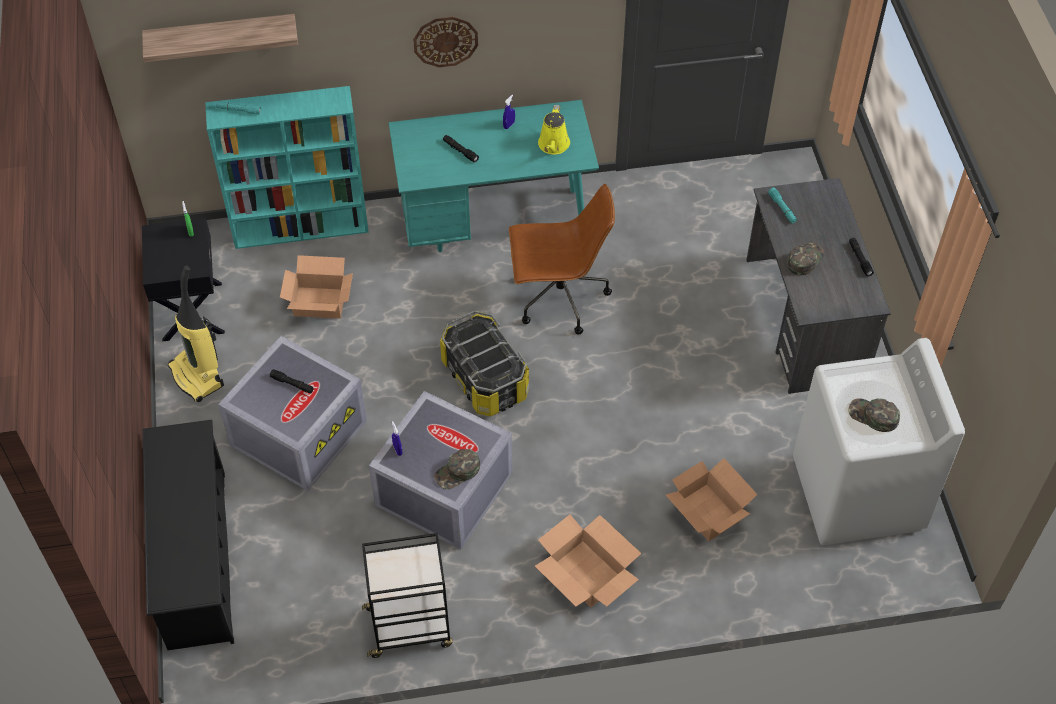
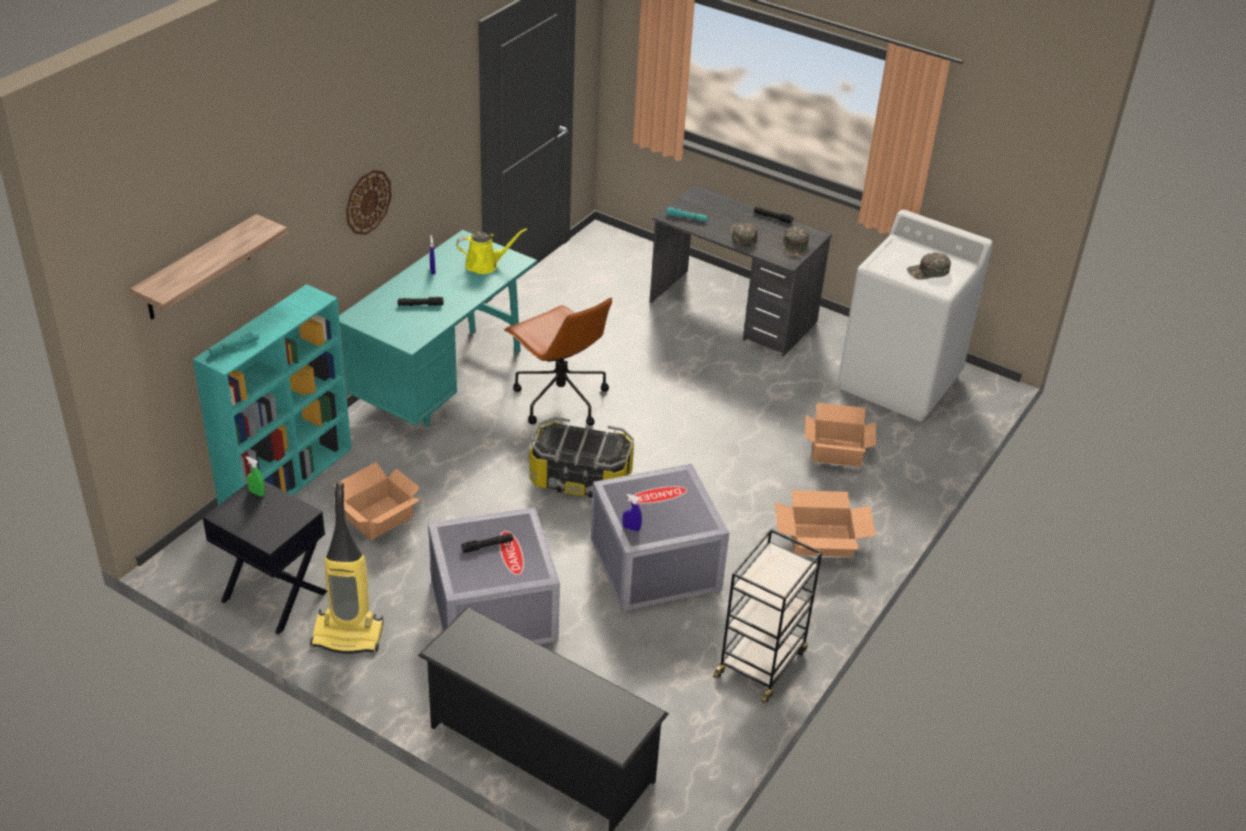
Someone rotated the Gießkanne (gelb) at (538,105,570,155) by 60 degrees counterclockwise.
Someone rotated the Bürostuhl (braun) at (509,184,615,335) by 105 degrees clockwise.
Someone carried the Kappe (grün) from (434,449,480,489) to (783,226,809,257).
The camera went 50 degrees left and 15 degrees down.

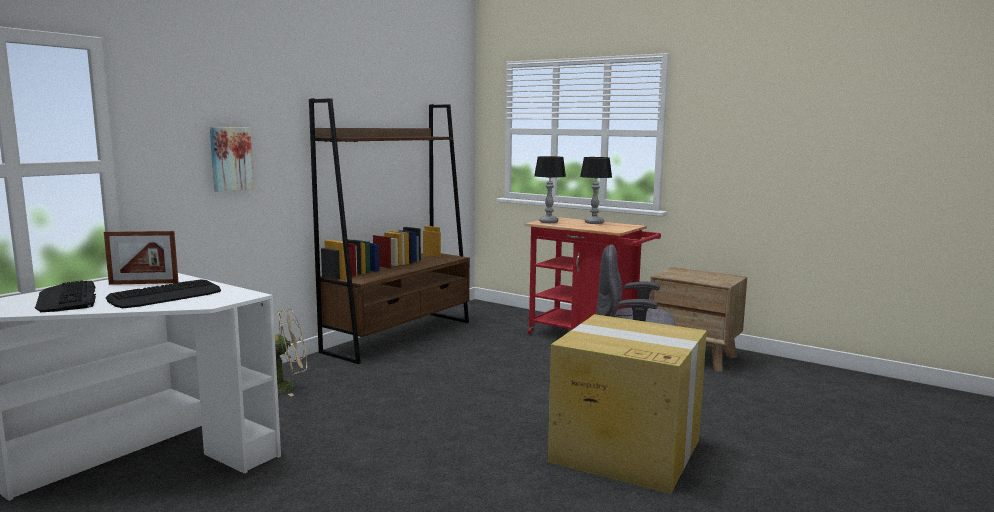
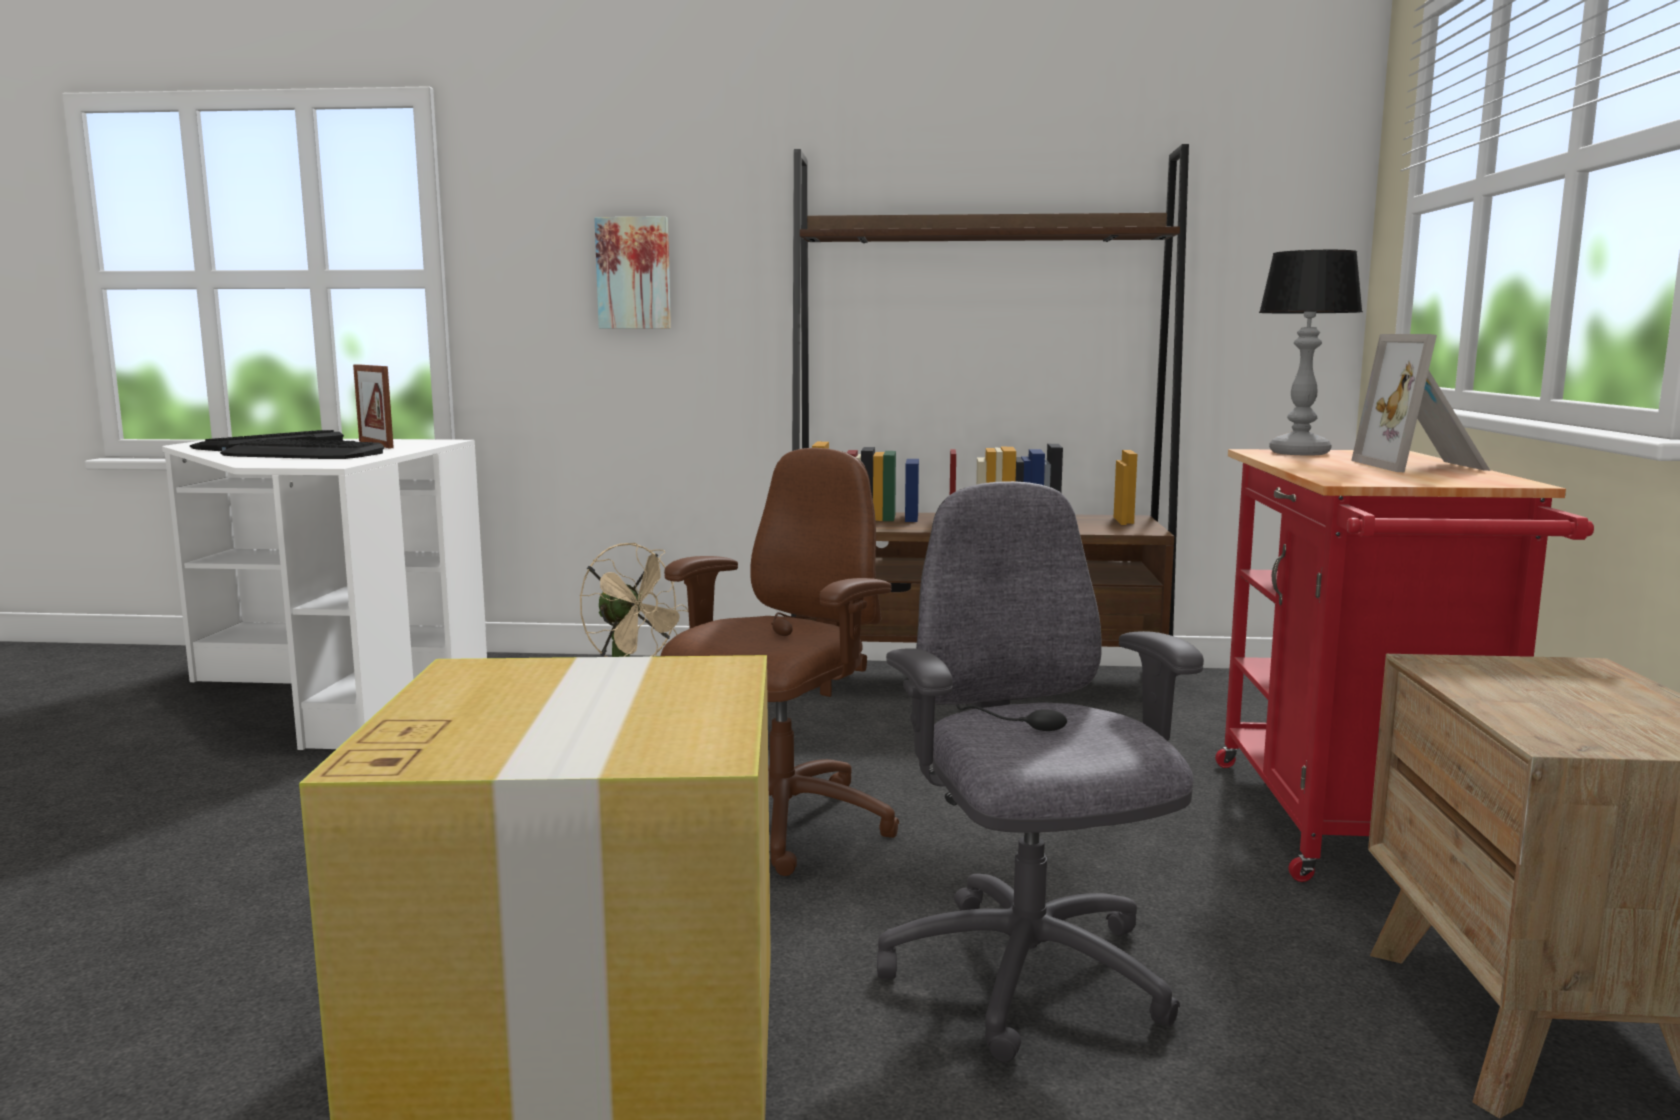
Someone swapped the Tischlampe at (580,157,612,224) for the Bilderrahmen at (1351,334,1490,472).
Someone put down the Bürostuhl (braun) at (661,448,899,876).
The camera went 60 degrees right and 0 degrees up.

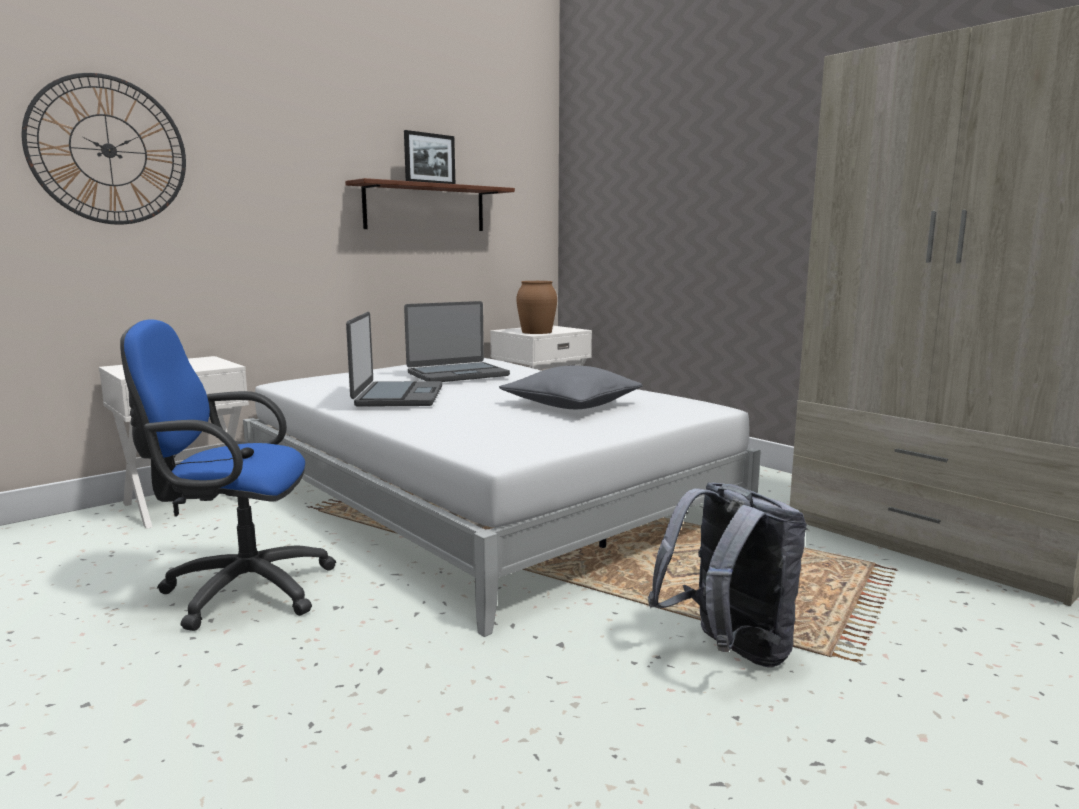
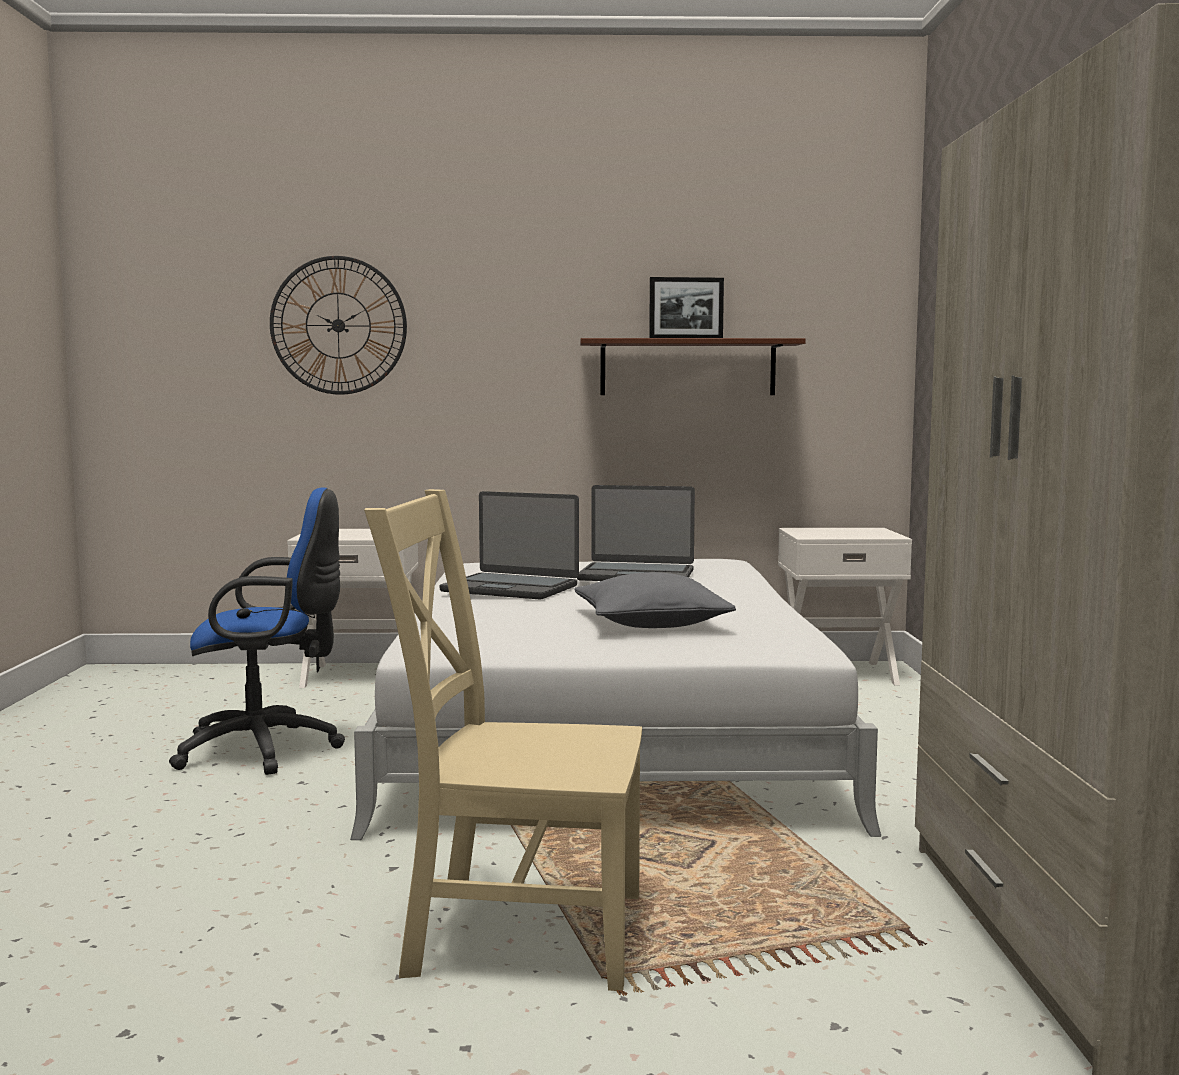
Someone took away the Vase (braun) at (516,281,557,334).
Someone rotated the Laptop at (346,312,442,407) by 75 degrees clockwise.
Someone rotated the Bürostuhl (blau) at (120,319,336,631) by 135 degrees clockwise.
Someone swapped the Rucksack (grau) at (648,482,807,667) for the Stuhl (beige) at (364,489,642,991).
The camera went 40 degrees right and 5 degrees down.

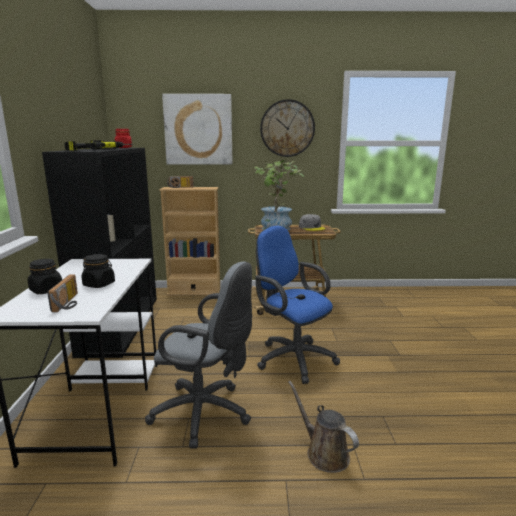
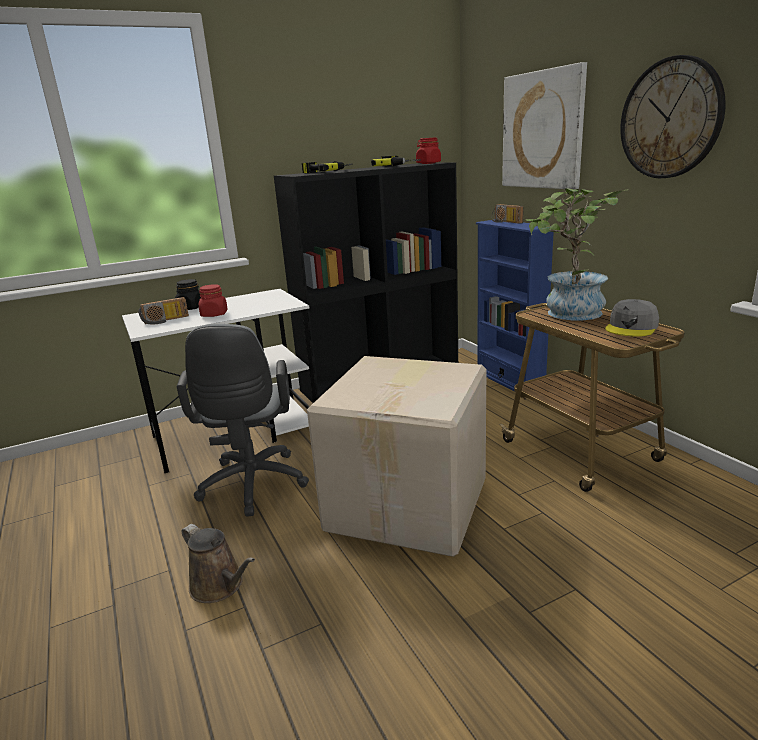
Someone repainted the Bücherregal (beige) at (159,187,221,295), which became the Bücherregal (blau) at (476,220,554,392).
Someone swapped the Bürostuhl (blau) at (255,226,340,384) for the Karton at (307,356,487,557).
Someone repainted the Vorratsglas (schwarz) at (82,254,115,288), which became the Vorratsglas (rot) at (199,284,228,317).
Someone rotated the Gießkanne (braun) at (288,381,359,473) by 105 degrees clockwise.
The camera went 65 degrees right and 5 degrees up.

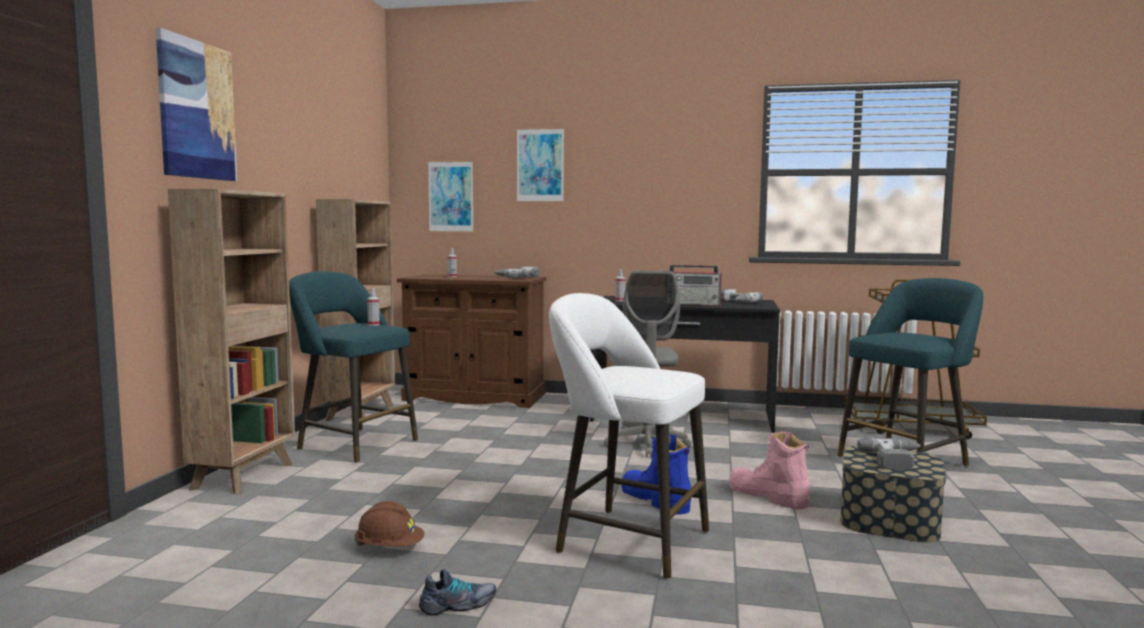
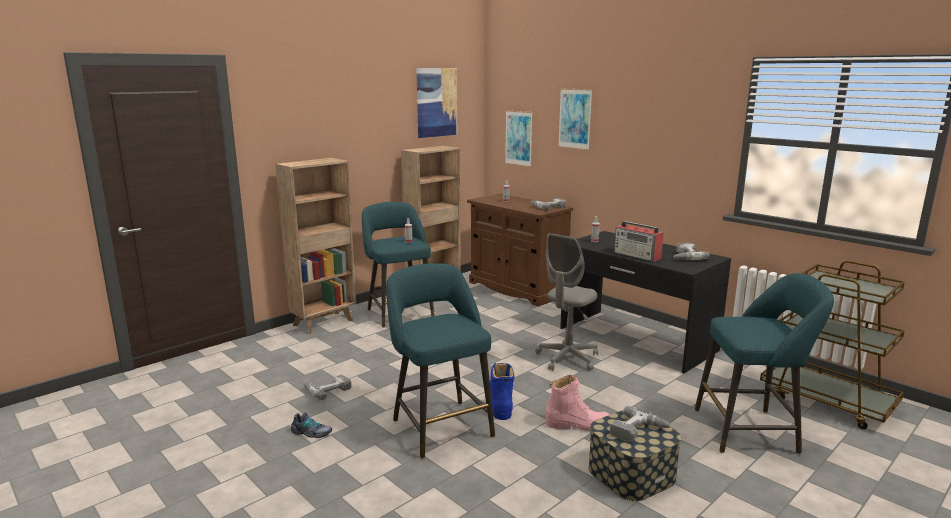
Someone carried the Bild from (156,28,237,181) to (416,68,457,138).
Someone repainted the Hocker (weiß) at (549,293,709,580), which became the Hocker (türkis) at (386,263,495,459).
Someone rotated the Stiefel (rosa) at (729,432,810,509) by 105 degrees clockwise.
Someone swapped the Schutzhelm (braun) at (354,501,425,546) for the Bohrmaschine at (303,374,351,400).
The camera went 35 degrees right and 10 degrees up.

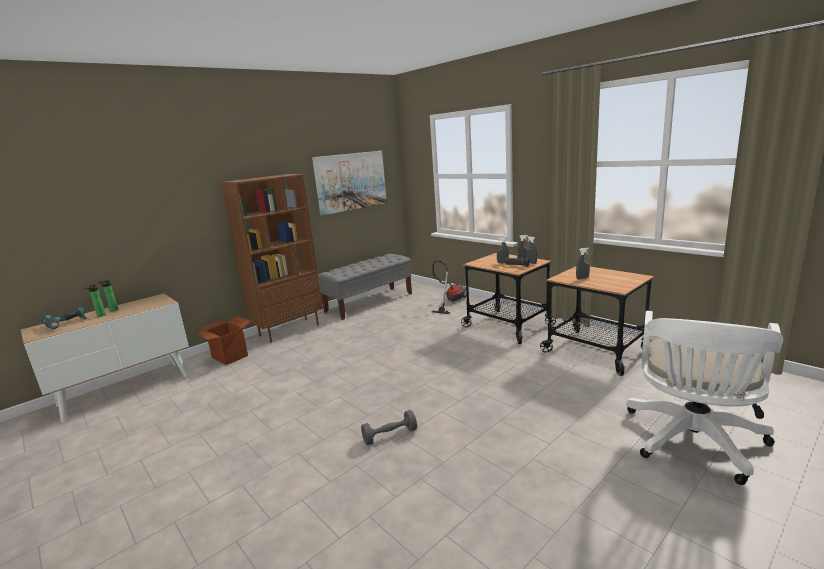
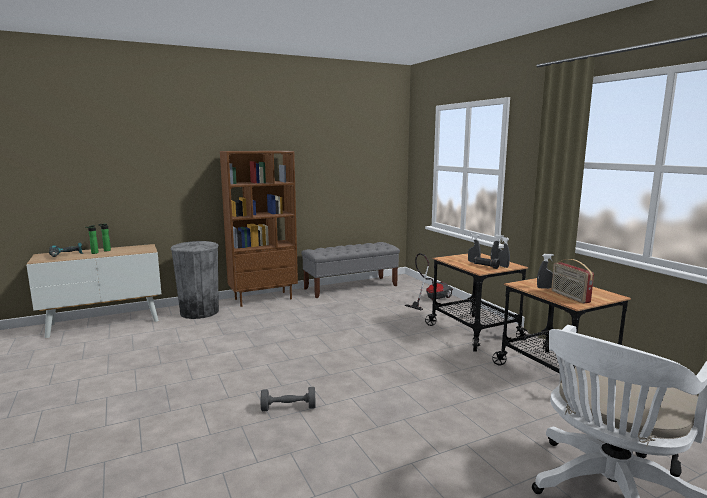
Someone took away the Bild at (312,151,387,216).
Someone swapped the Karton at (194,316,252,365) for the Mülleimer (grau) at (170,241,219,319).
Someone put down the Radio at (551,259,594,304).
The camera went 15 degrees right and 5 degrees down.

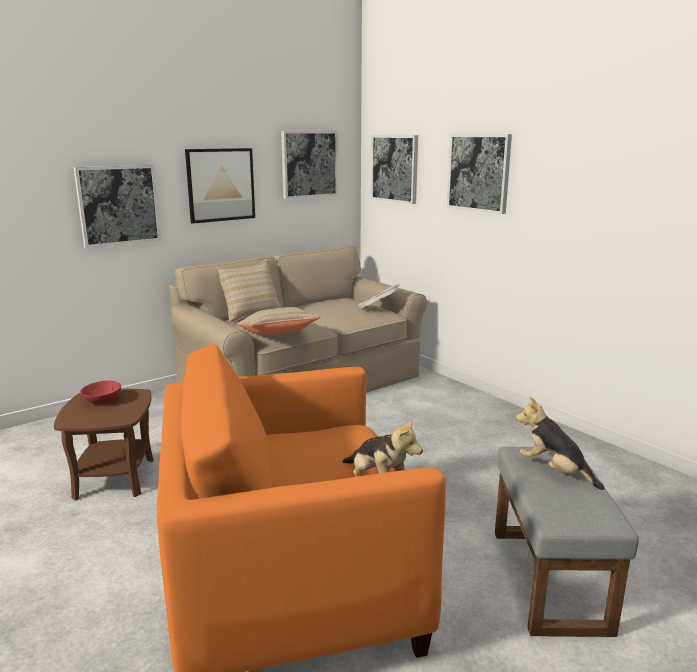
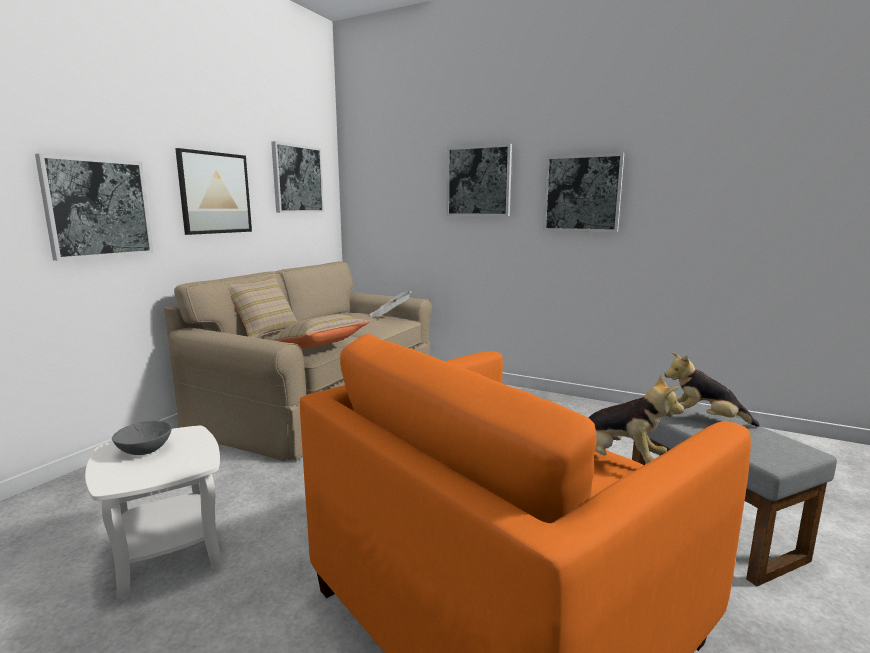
Someone carried the Bild from (371,135,418,204) to (543,153,624,232).
Someone repainted the Schüssel (rot) at (81,381,121,405), which became the Schüssel (grau) at (112,420,172,455).
Someone repainted the Beistelltisch (braun) at (54,389,154,501), which became the Beistelltisch (weiß) at (85,426,223,600).
The camera went 25 degrees left and 5 degrees down.

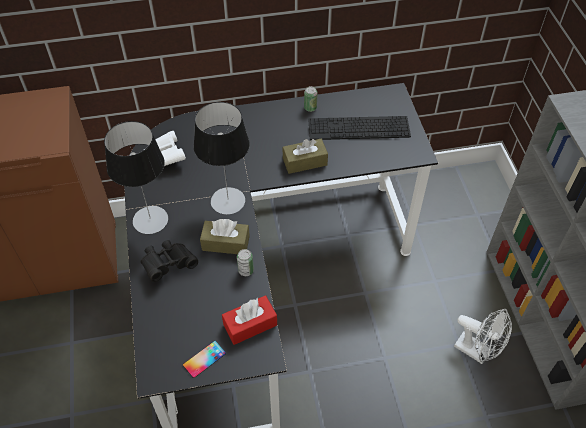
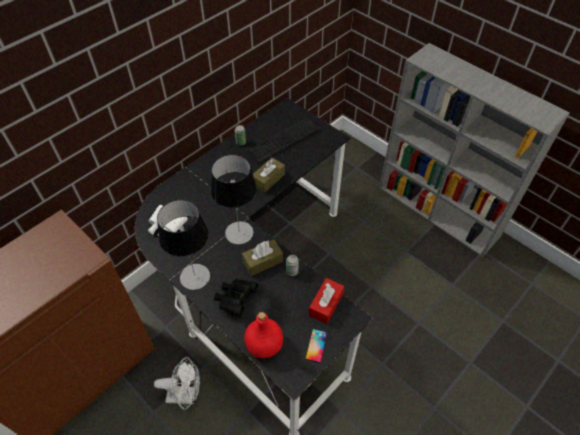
Someone carried the Ventilator (weiß) from (454,309,512,364) to (154,357,200,410).
Someone put down the Flasche (rot) at (245,312,283,358).
The camera went 35 degrees left and 0 degrees up.

